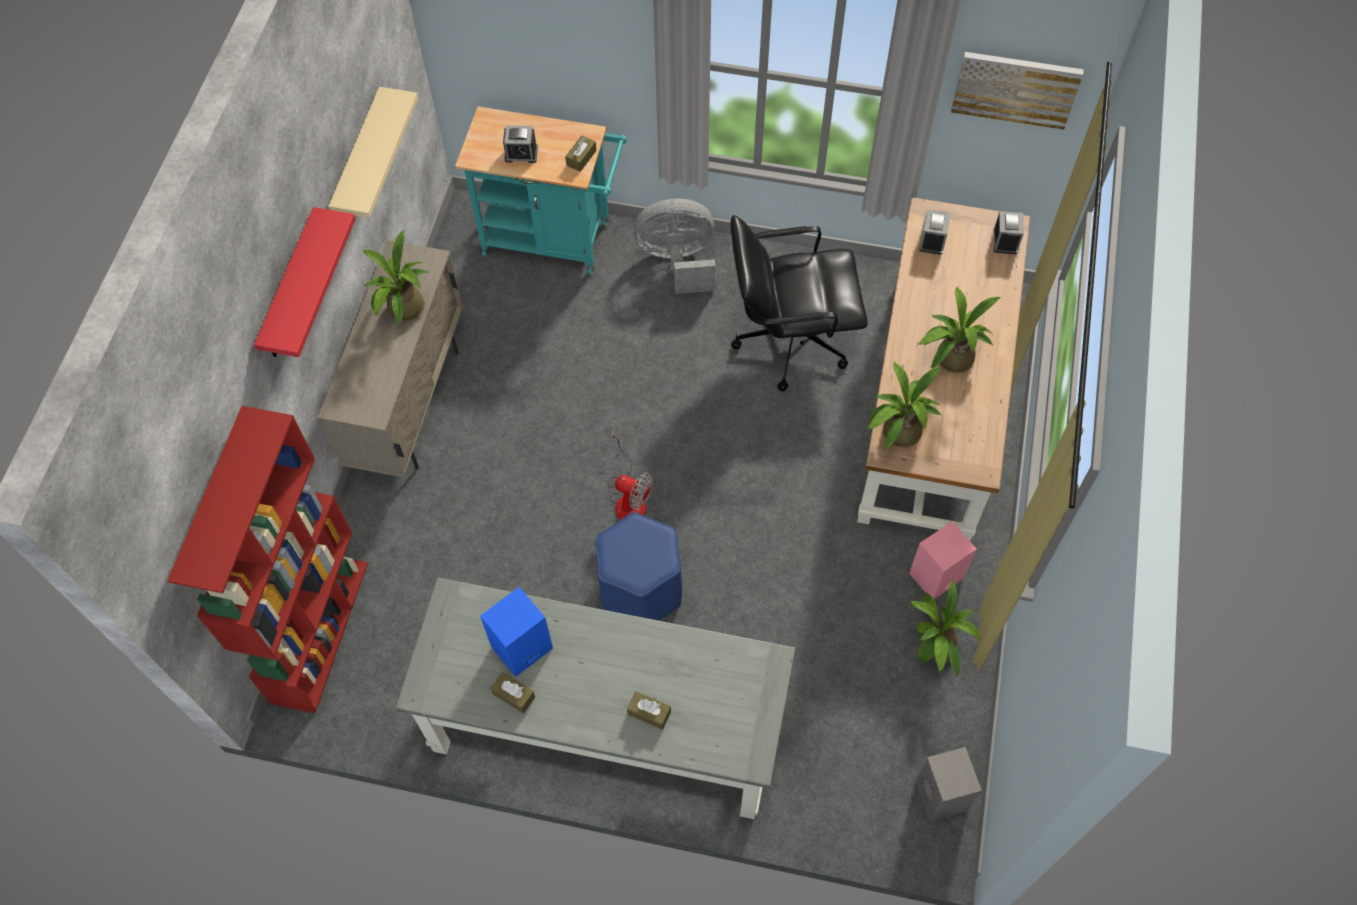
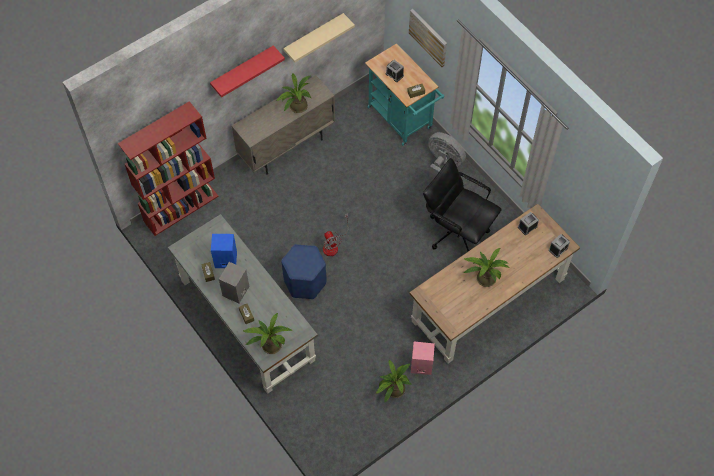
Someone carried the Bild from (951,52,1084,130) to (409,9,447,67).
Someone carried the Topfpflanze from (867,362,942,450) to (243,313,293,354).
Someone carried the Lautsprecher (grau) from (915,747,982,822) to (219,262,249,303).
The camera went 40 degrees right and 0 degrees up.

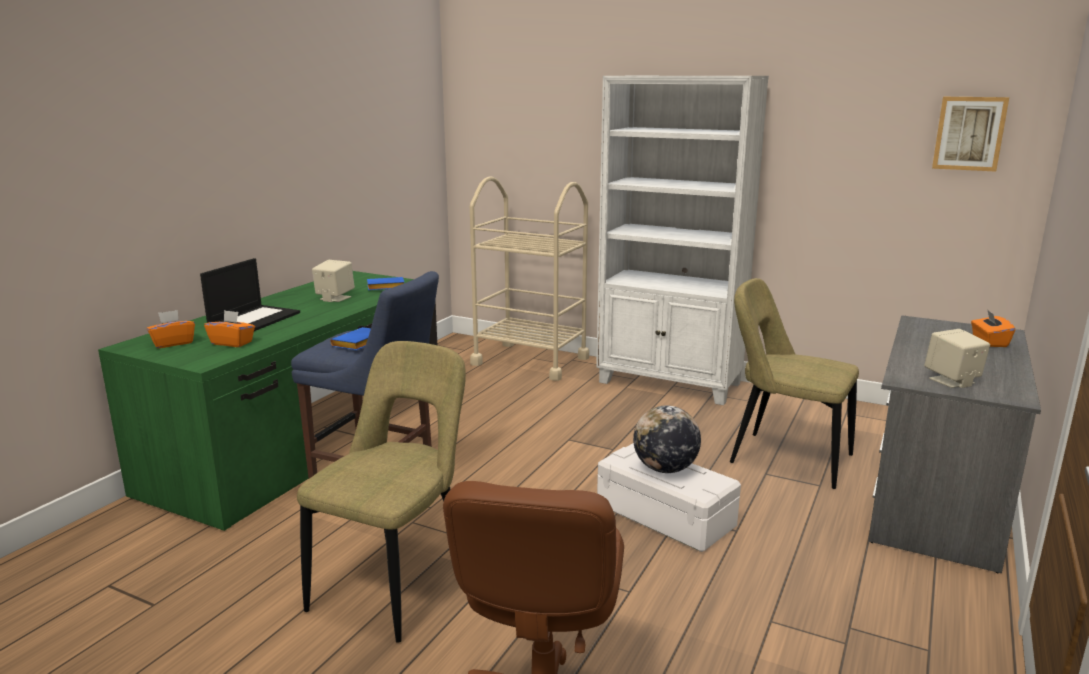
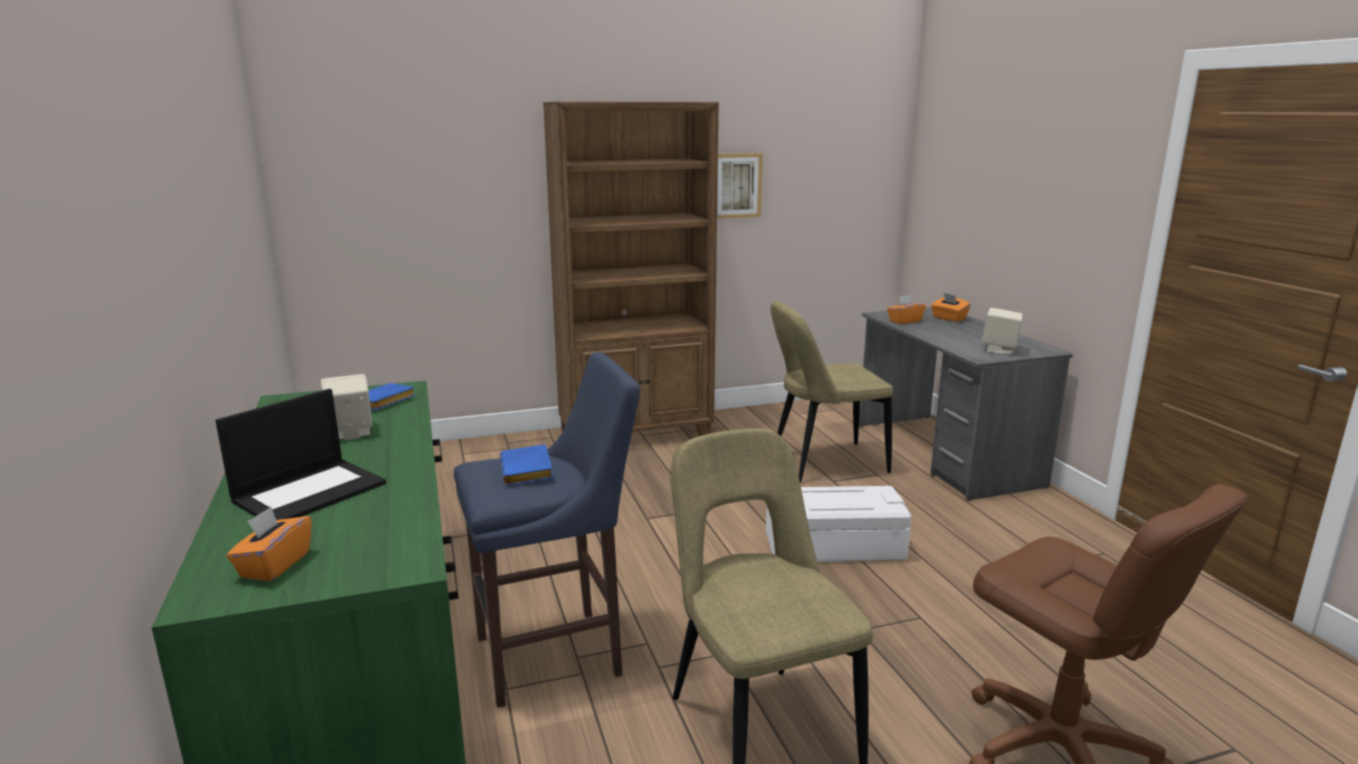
Someone repainted the Bücherregal (weiß) at (596,76,769,405), which became the Bücherregal (braun) at (543,102,719,436).
Someone carried the Bild from (932,97,1009,172) to (717,153,763,219).
Someone took away the Rollwagen (beige) at (470,177,589,381).
Someone rotated the Laptop at (200,258,300,331) by 60 degrees clockwise.
Someone carried the Taschentuchbox (orange) from (204,310,255,347) to (887,295,926,324).
Someone took away the Globus at (633,405,701,473).
The camera went 45 degrees left and 0 degrees up.

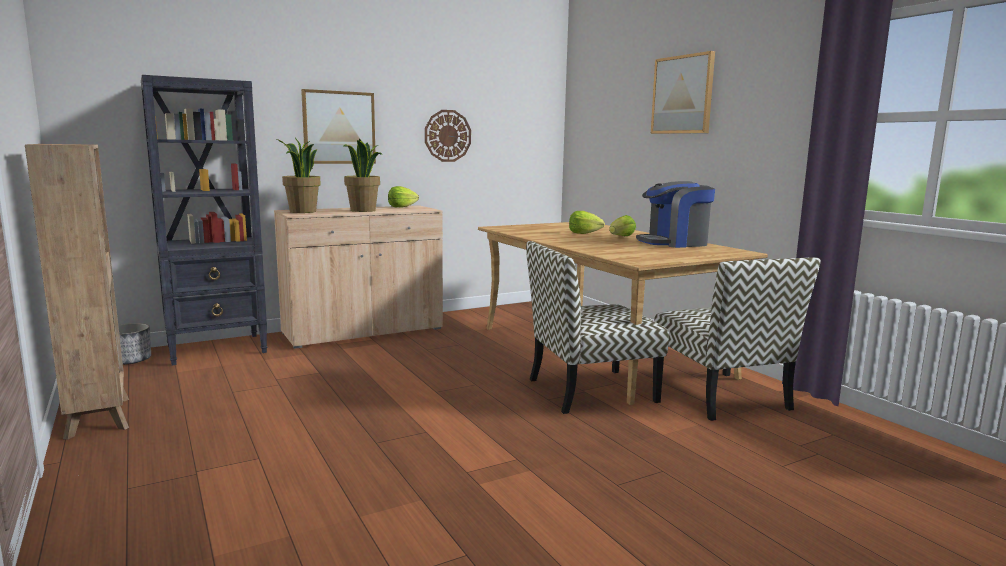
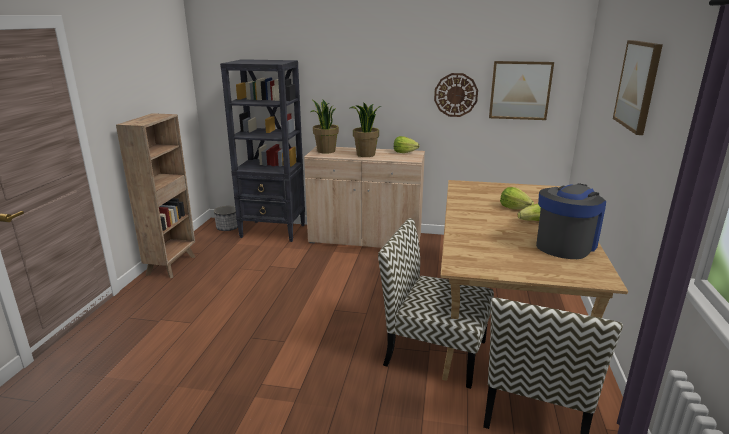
Someone carried the Bild from (301,89,376,164) to (489,61,554,120).
Someone rotated the Kaffeemaschine at (636,181,715,248) by 105 degrees clockwise.
The camera went 40 degrees right and 10 degrees up.

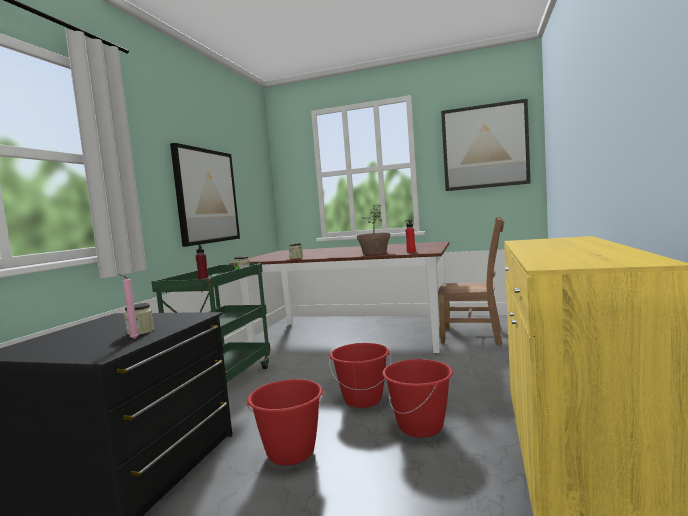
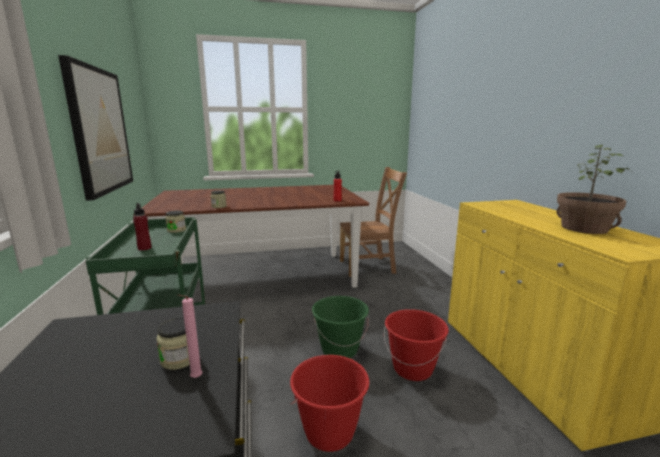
Someone took away the Bild at (441,98,531,191).
Someone carried the Topfpflanze from (357,204,390,255) to (556,144,631,234).
Someone repainted the Eimer (rot) at (329,343,391,408), which became the Eimer (grün) at (312,296,369,358).
The camera went 30 degrees left and 10 degrees up.

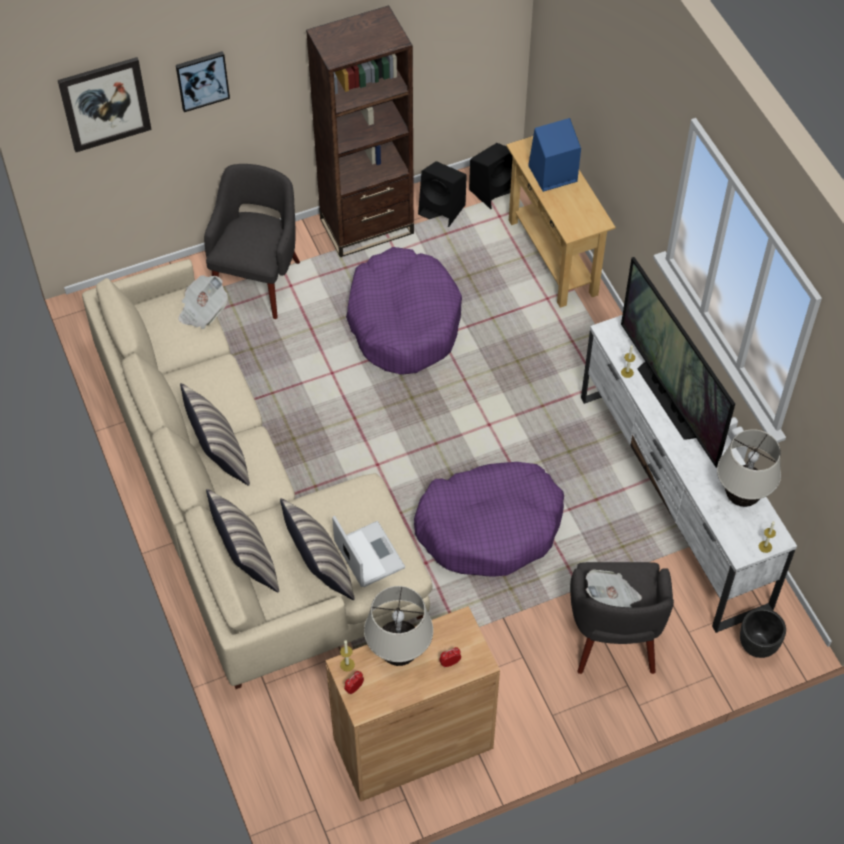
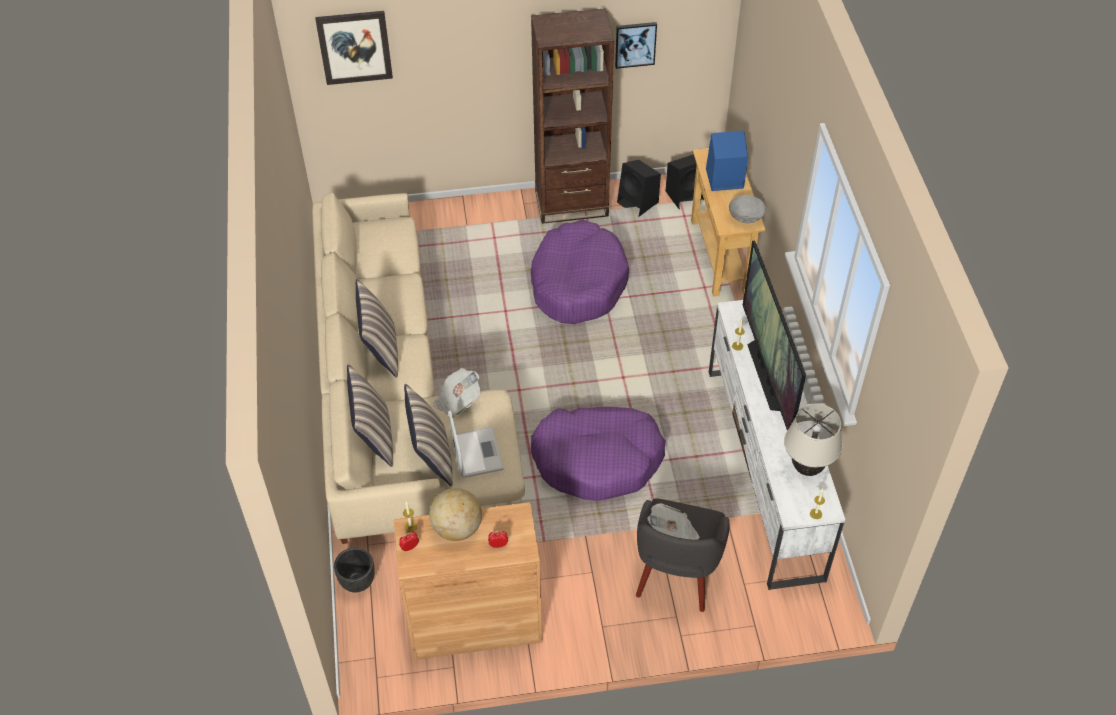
Someone carried the Bild from (176,51,230,112) to (615,22,657,69).
Someone took away the Sessel (grau) at (204,164,300,319).
Someone carried the Zeitung from (178,275,228,329) to (433,368,481,418).
Someone swapped the Tischlampe (beige) at (364,586,433,666) for the Globus at (429,488,482,541).
Someone carried the Pflanzkübel (schwarz) from (740,608,786,658) to (334,547,375,592).
Someone put down the Schüssel (grau) at (729,195,766,223).
The camera went 15 degrees right and 5 degrees down.

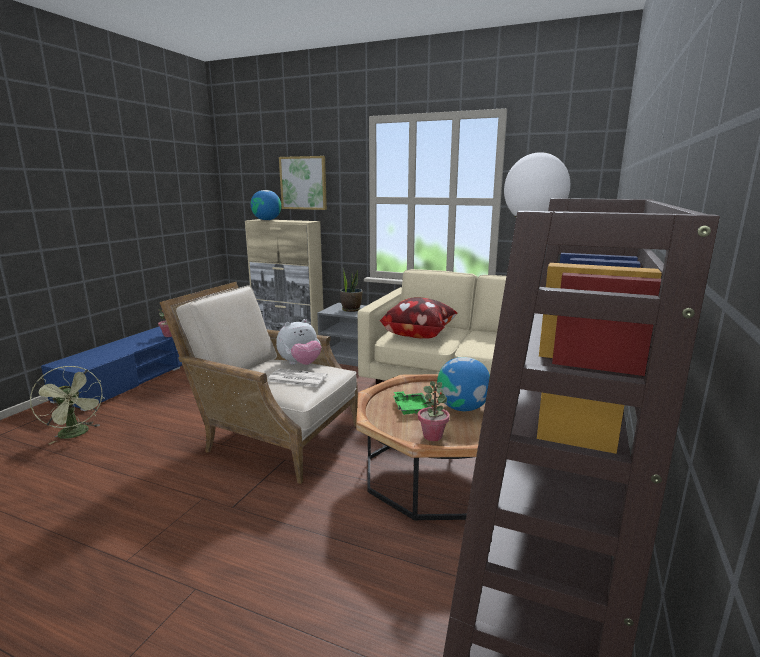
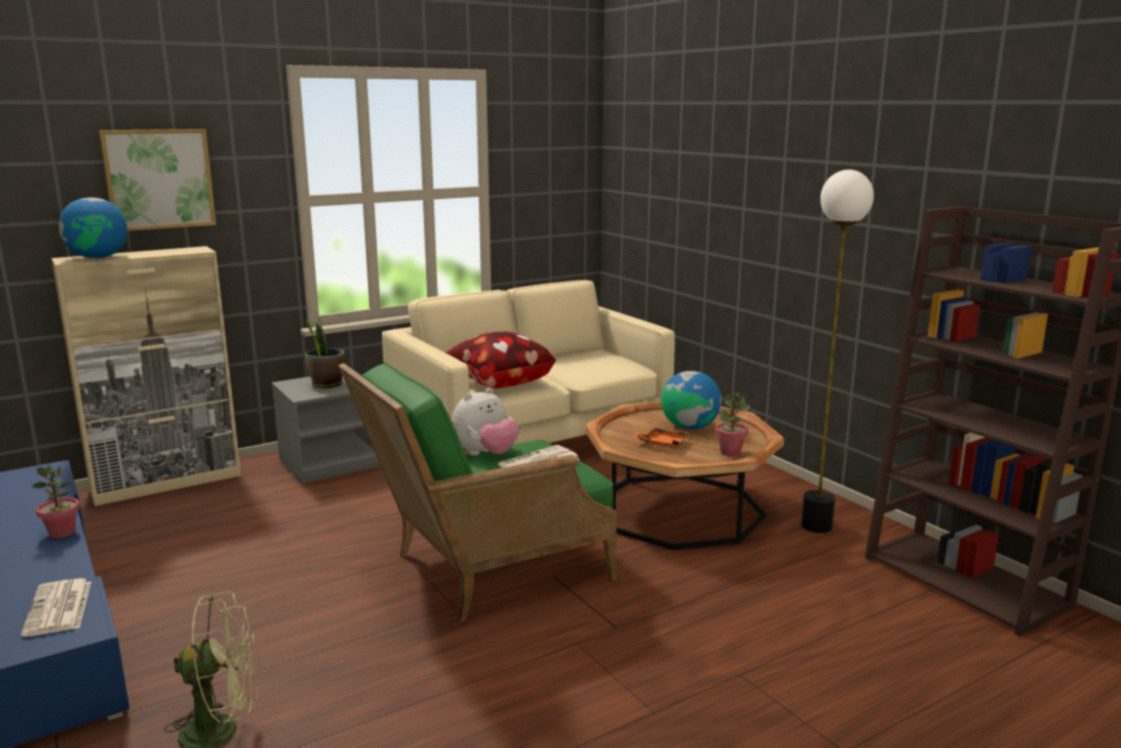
Someone repainted the Sessel (beige) at (160,282,358,484), which became the Sessel (grün) at (338,362,617,623).
Someone rotated the Plüschtier at (276,319,321,365) by 45 degrees clockwise.
Someone repainted the Tablett (grün) at (393,391,428,415), which became the Tablett (orange) at (634,427,688,449).
Someone put down the Zeitung at (21,578,91,637).
The camera went 55 degrees left and 0 degrees up.

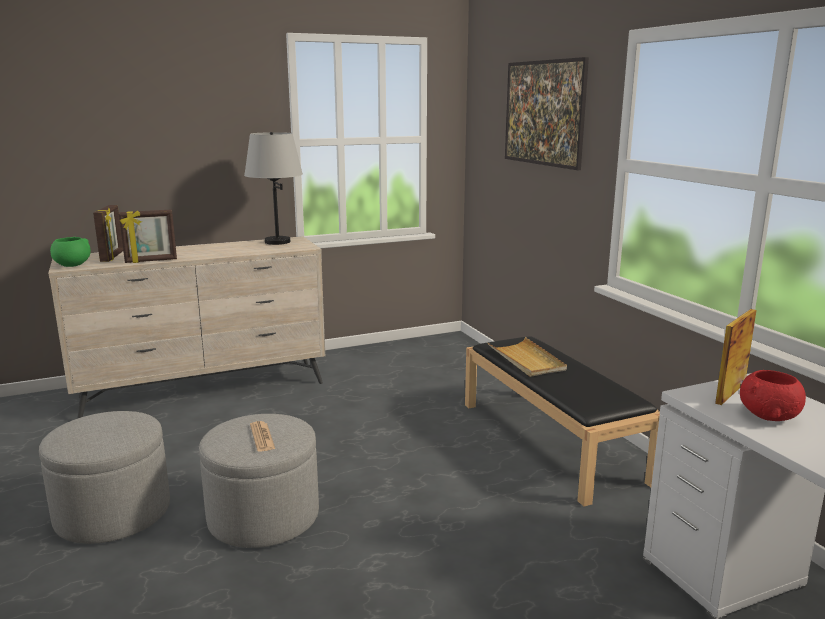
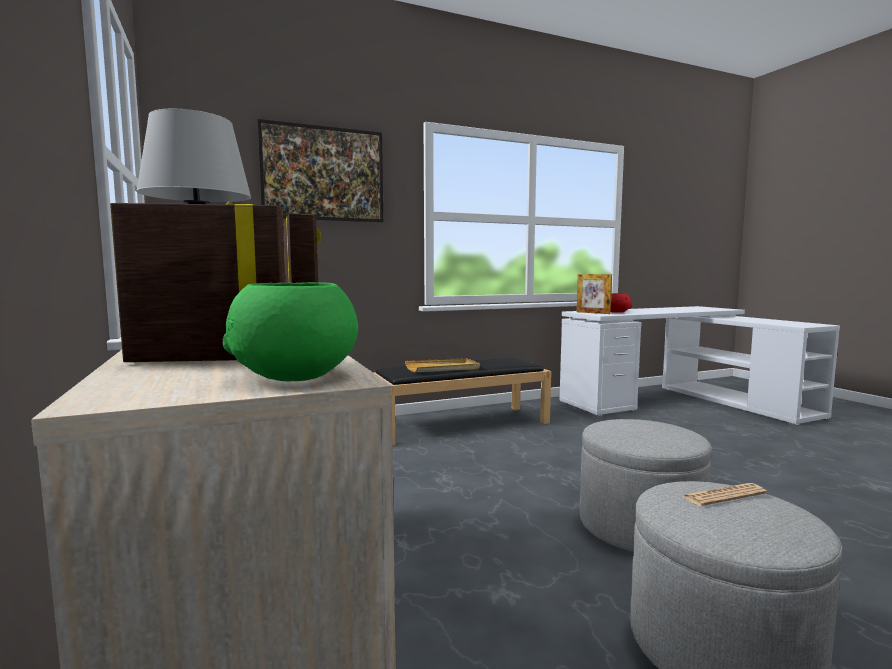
Someone carried the Zeitung from (250,421,275,452) to (682,483,767,506).
The camera went 90 degrees left and 10 degrees down.

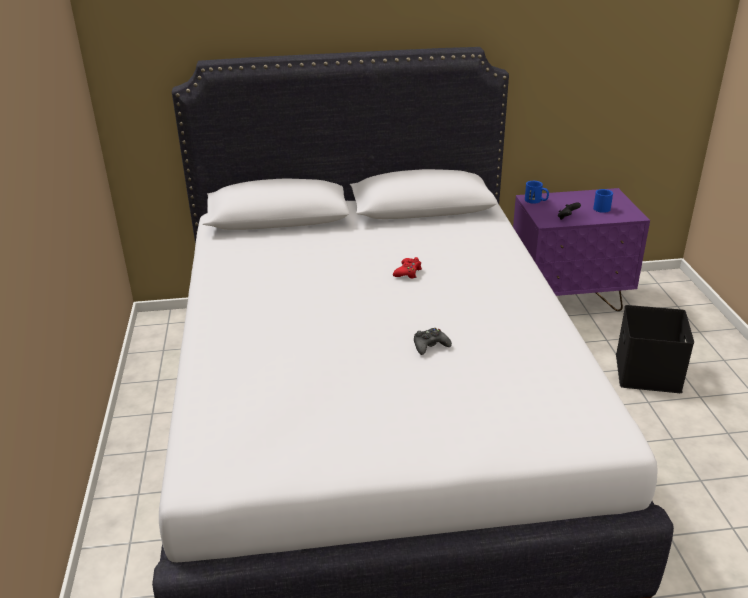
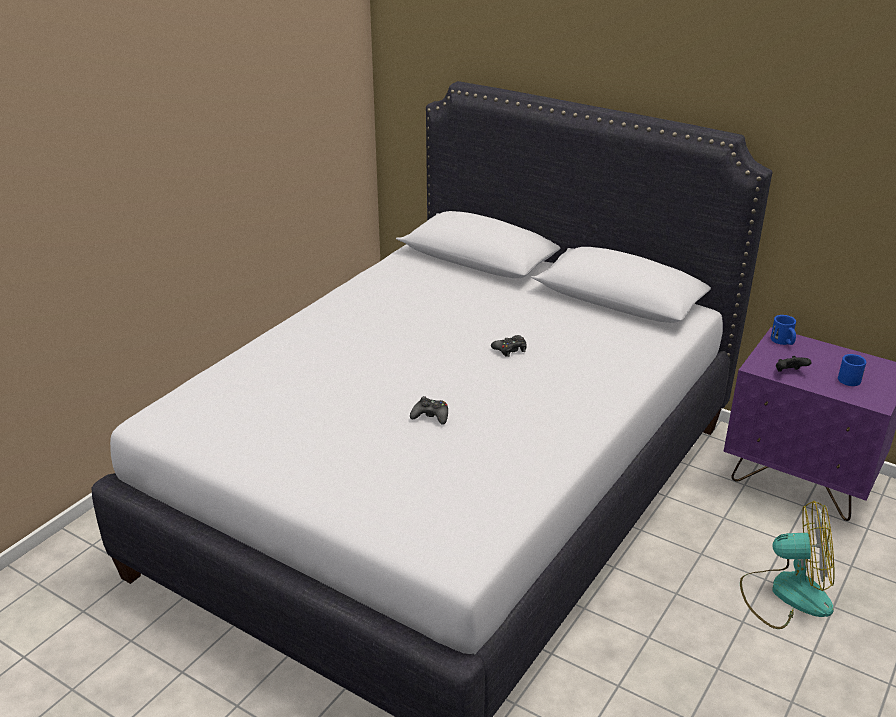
Someone repainted the Gamepad (rot) at (393,257,422,279), which became the Gamepad (schwarz) at (491,335,527,357).
Someone swapped the Aufbewahrungsbox (schwarz) at (616,305,694,393) for the Ventilator at (740,500,835,629).
The camera went 40 degrees right and 0 degrees up.

